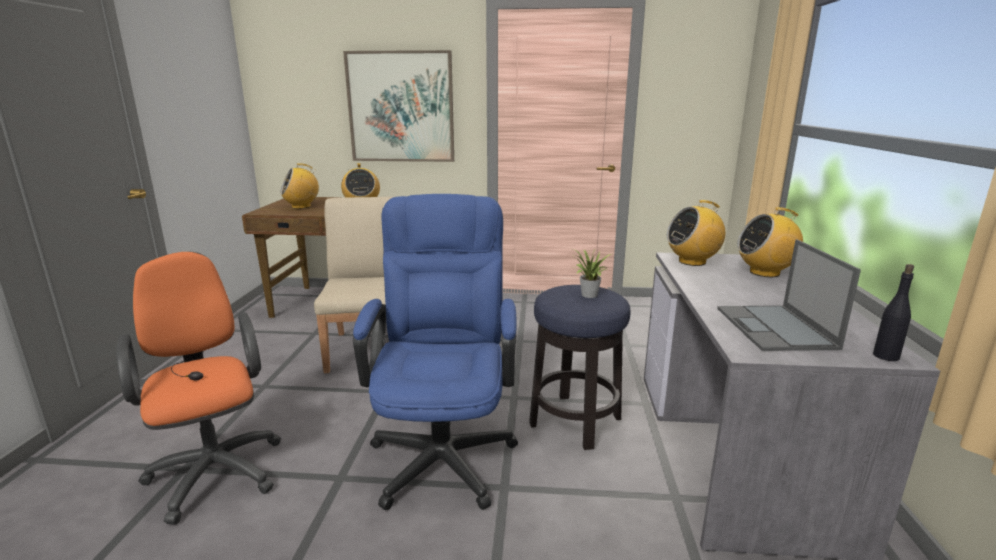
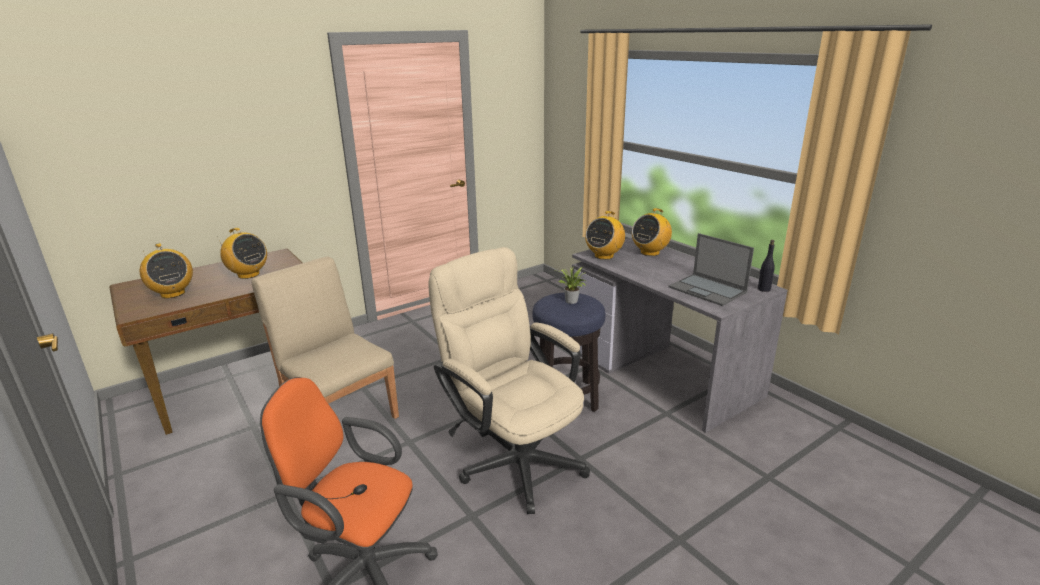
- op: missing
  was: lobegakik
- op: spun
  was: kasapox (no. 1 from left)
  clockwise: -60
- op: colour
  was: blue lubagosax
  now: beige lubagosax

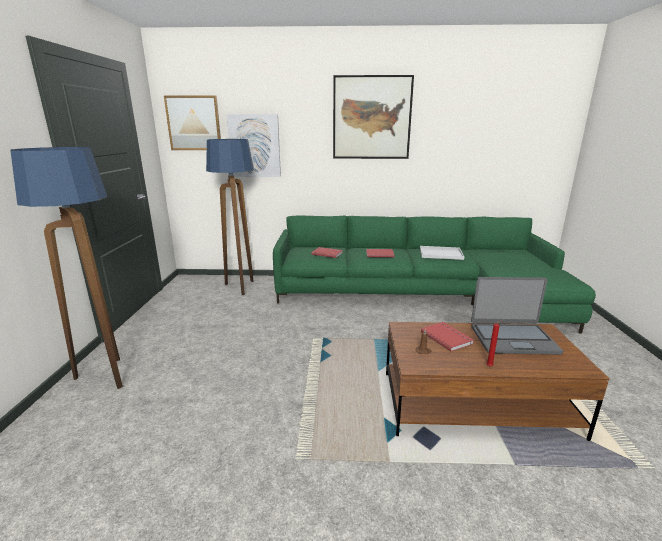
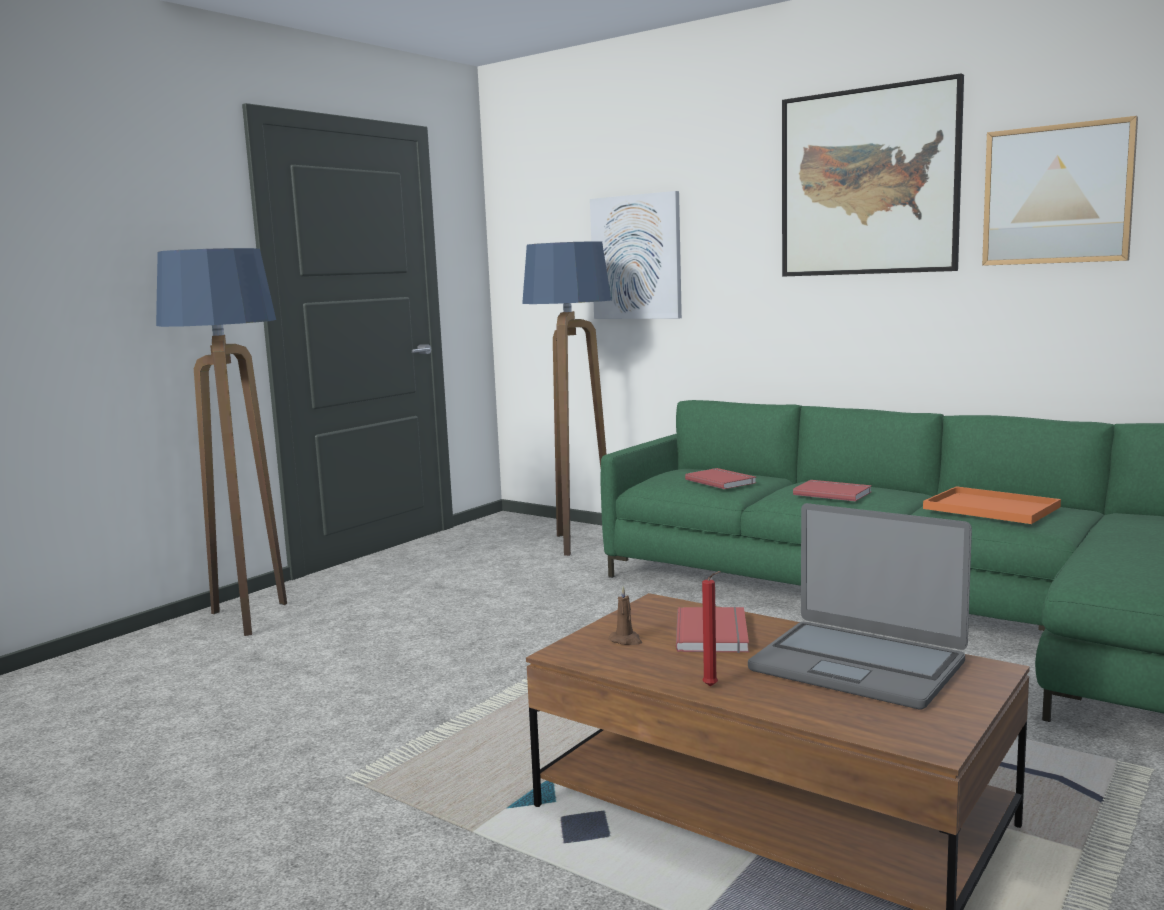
- op: relocated
  was: lobegakik (no. 1 from left in the first image)
  now: lobegakik (no. 3 from left)
- op: colour
  was: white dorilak
  now: orange dorilak

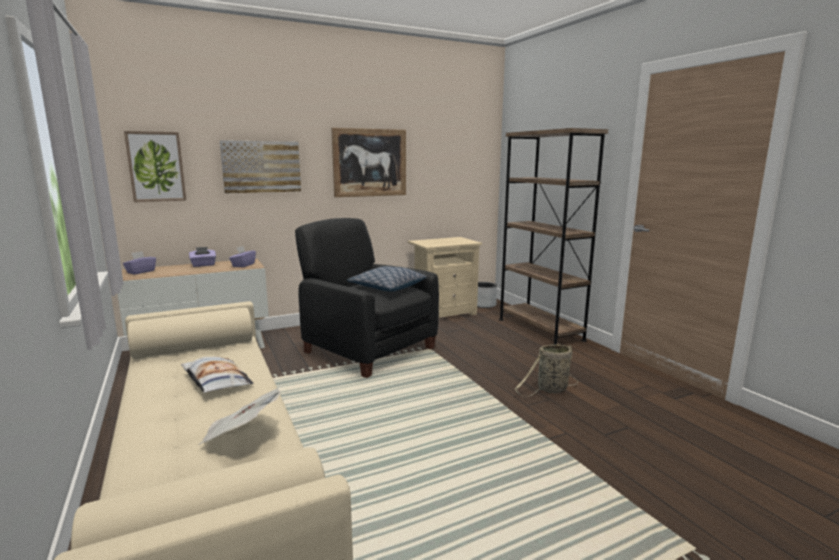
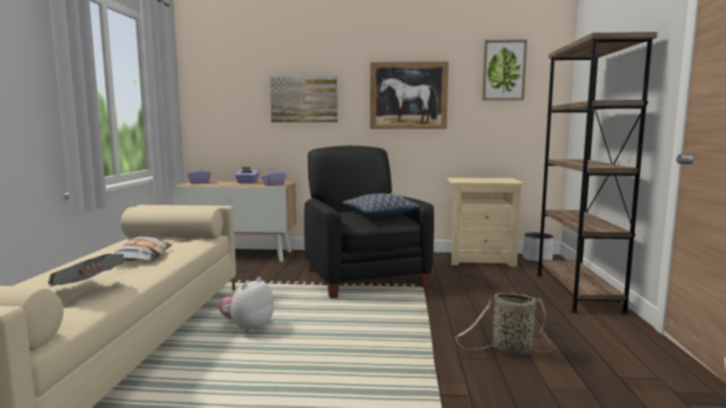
- op: relocated
  was: lobegakik (no. 1 from left in the first image)
  now: lobegakik (no. 3 from left)
- op: appeared
  now: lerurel

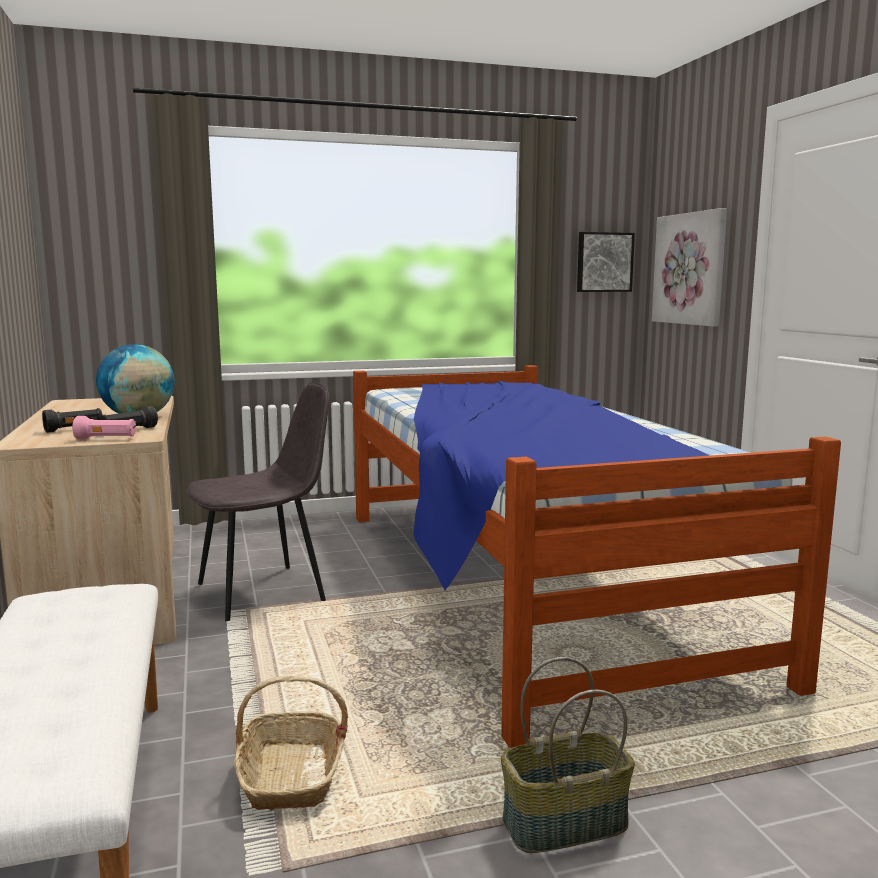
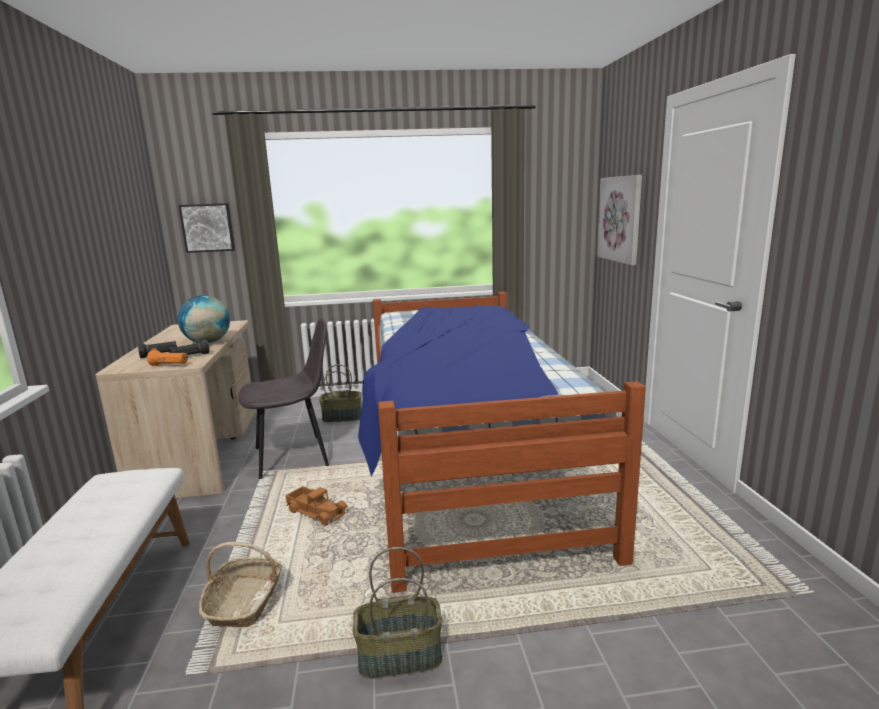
- op: relocated
  was: lobegakik (no. 1 from left)
- op: colour
  was: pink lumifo
  now: orange lumifo
- op: appeared
  now: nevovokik (no. 2 from left)
- op: appeared
  now: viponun

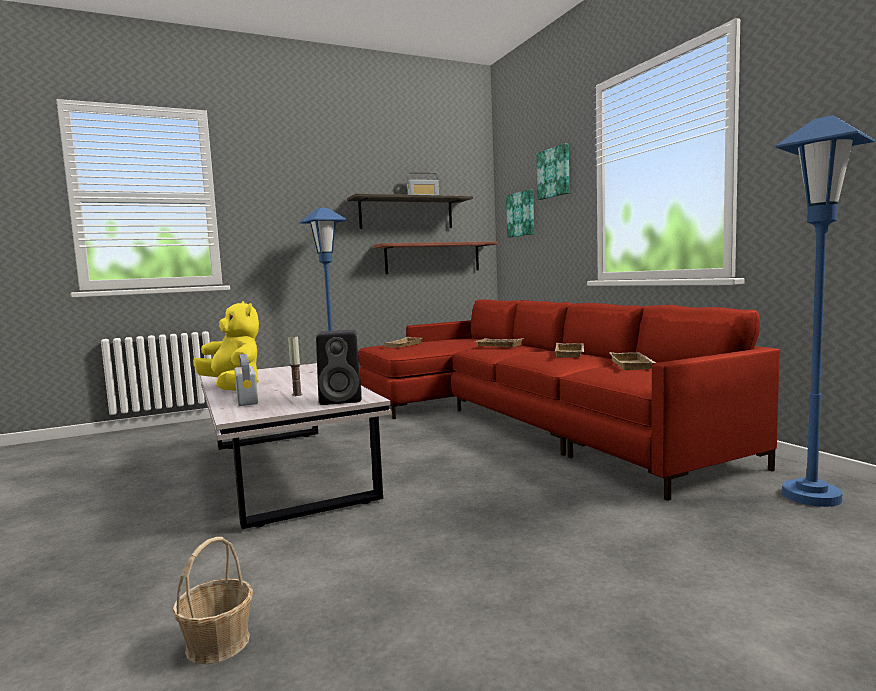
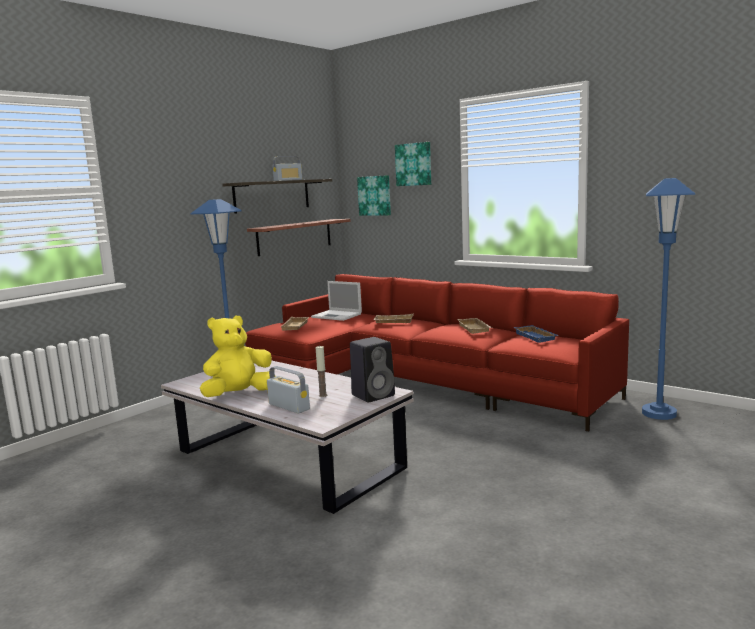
- op: spun
  was: yellow lerurel
  clockwise: -60
- op: colour
  was: beige dorilak (no. 4 from left)
  now: blue dorilak
- op: missing
  was: nevovokik
- op: appeared
  now: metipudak

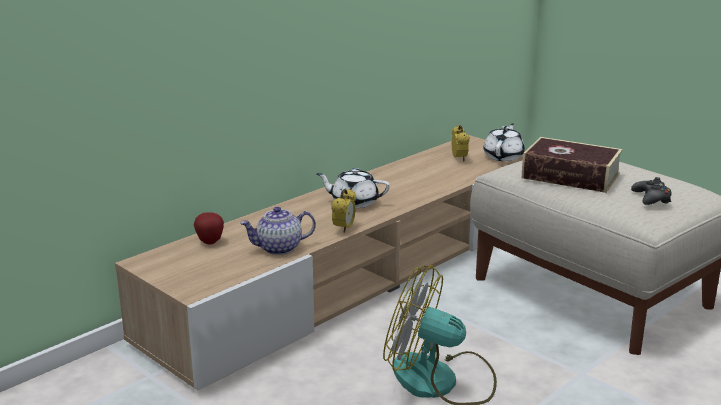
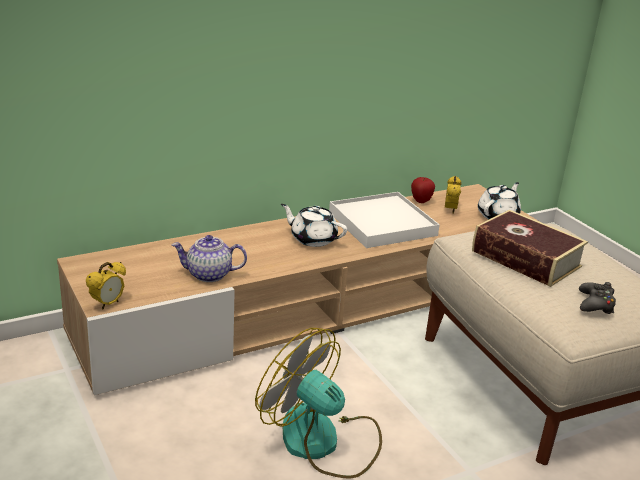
- op: relocated
  was: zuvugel (no. 1 from left)
- op: relocated
  was: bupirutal
- op: appeared
  now: white dorilak

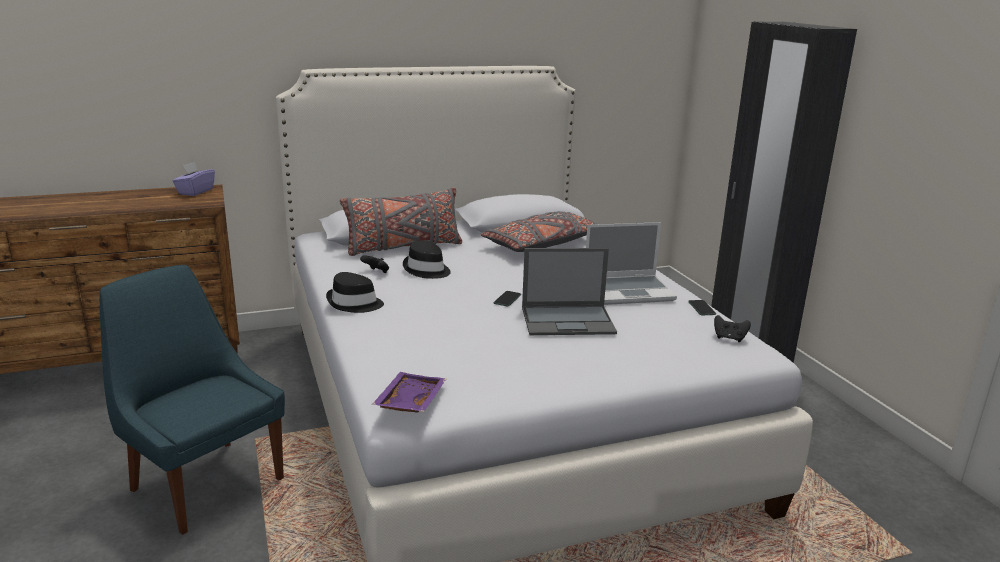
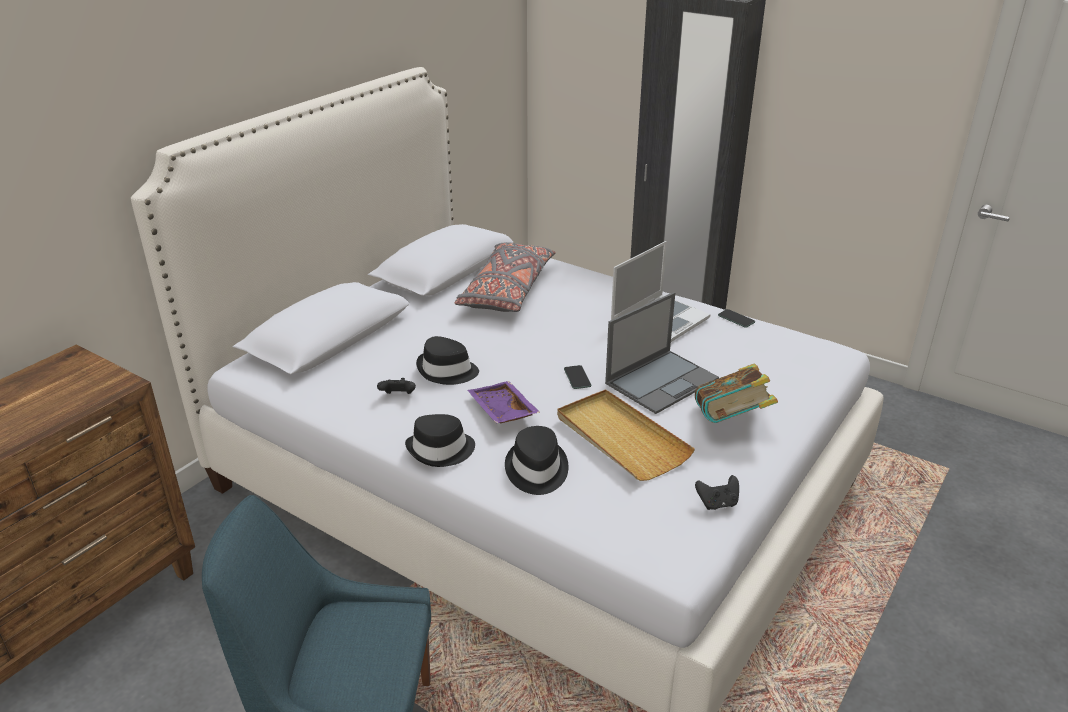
- op: missing
  was: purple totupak
- op: missing
  was: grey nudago (no. 1 from left)
- op: relocated
  was: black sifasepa (no. 2 from left)
- op: relocated
  was: purple dorilak
- op: appeared
  now: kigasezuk
- op: appeared
  now: beige dorilak
- op: appeared
  now: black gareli (no. 3 from left)

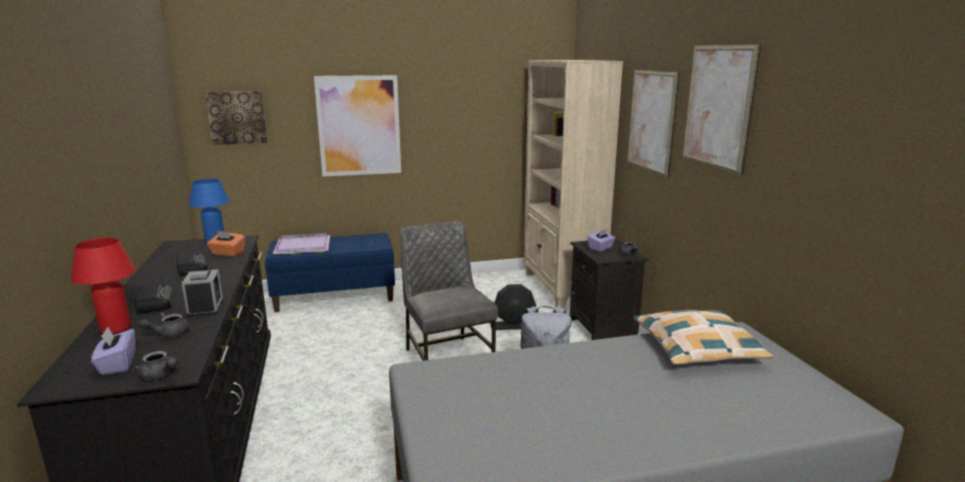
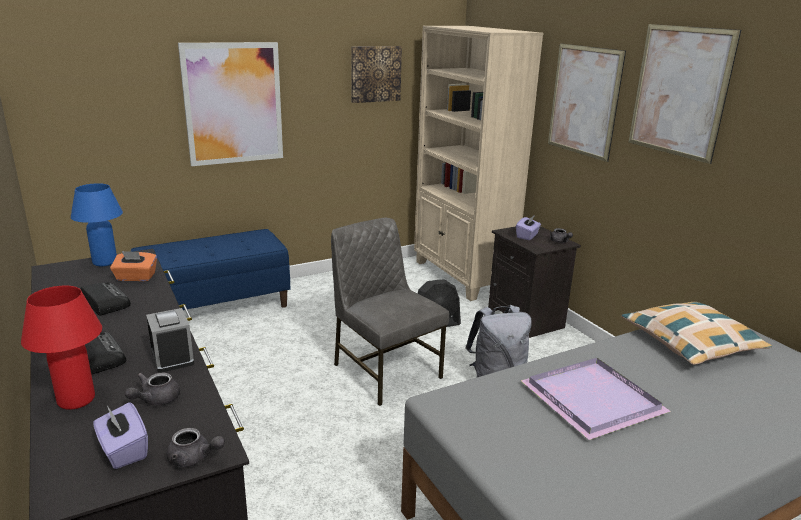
- op: relocated
  was: lobegakik (no. 1 from left in the first image)
  now: lobegakik (no. 2 from left)
- op: relocated
  was: purple dorilak

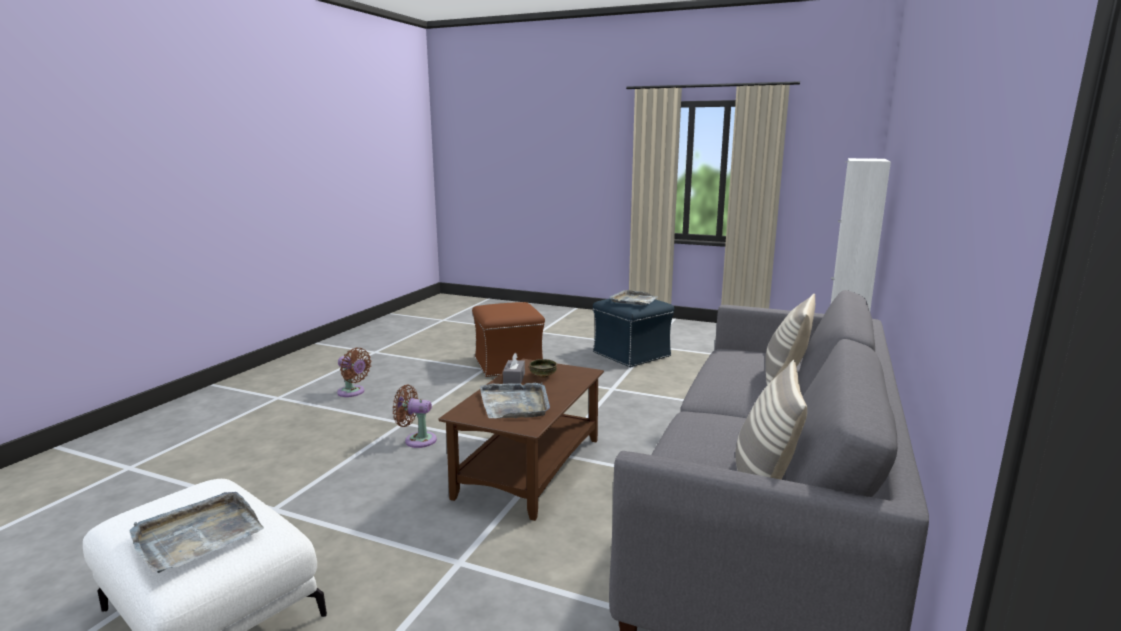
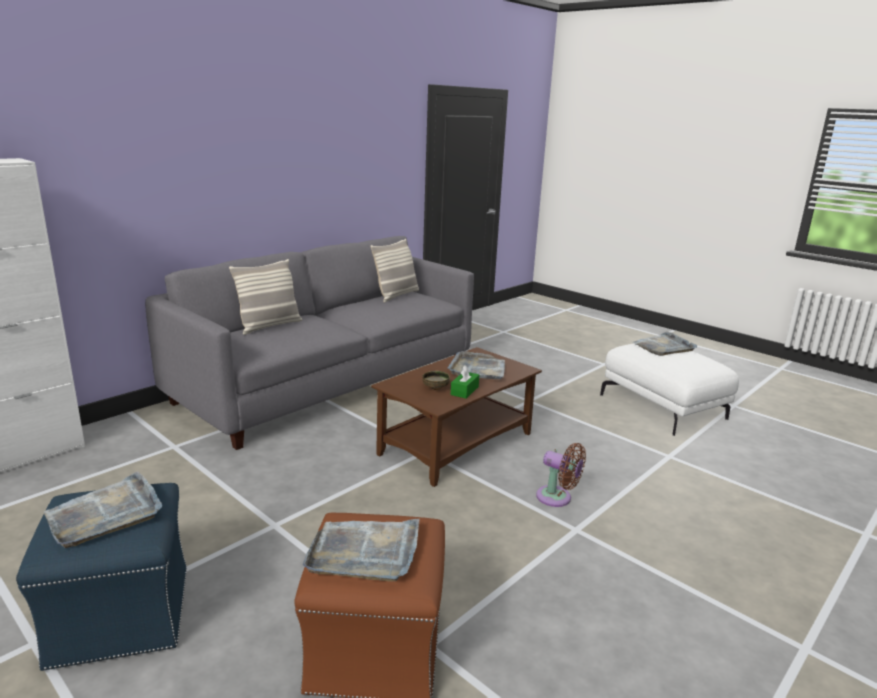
- op: missing
  was: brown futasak (no. 1 from left)
- op: colour
  was: grey totupak
  now: green totupak
- op: appeared
  now: grey dorilak (no. 2 from left)

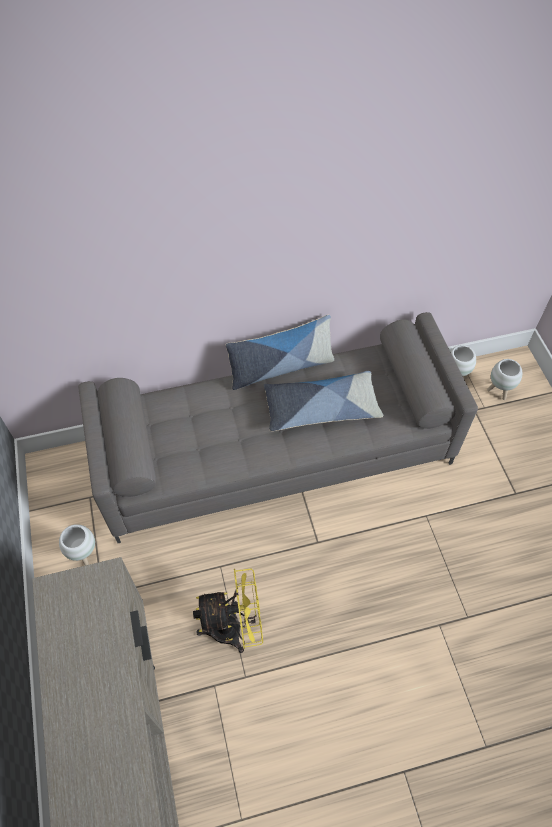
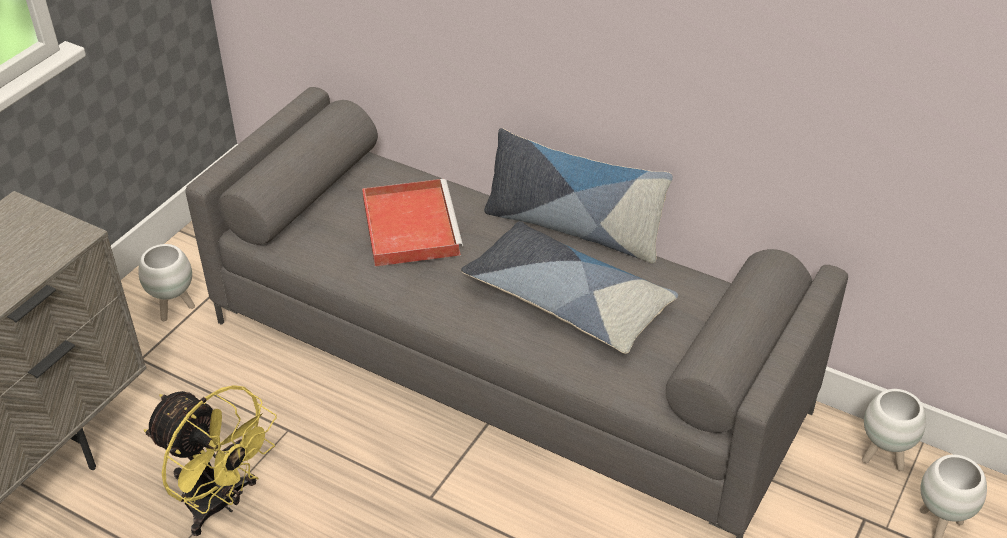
- op: appeared
  now: red dorilak

